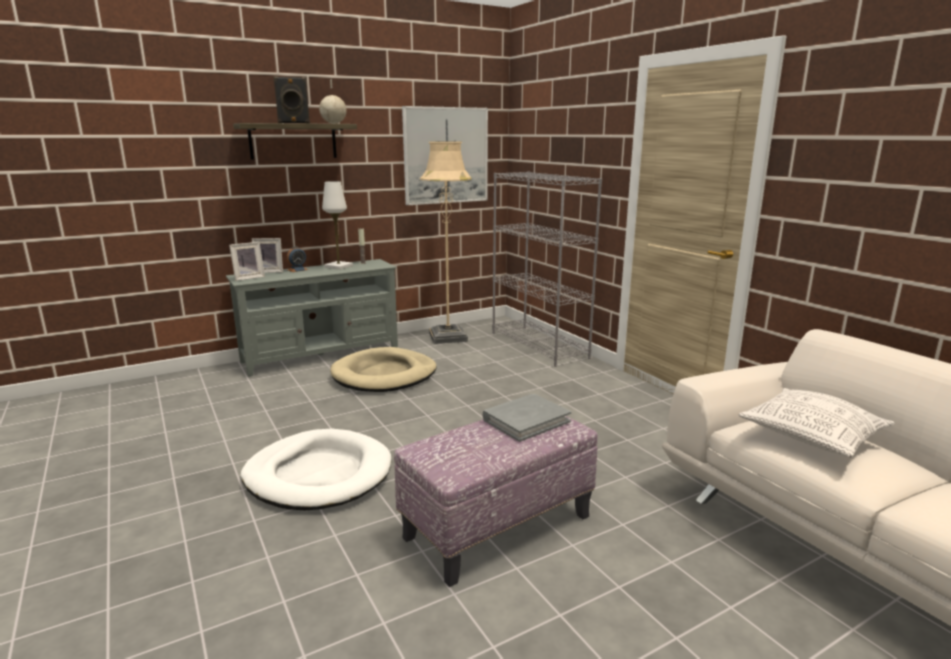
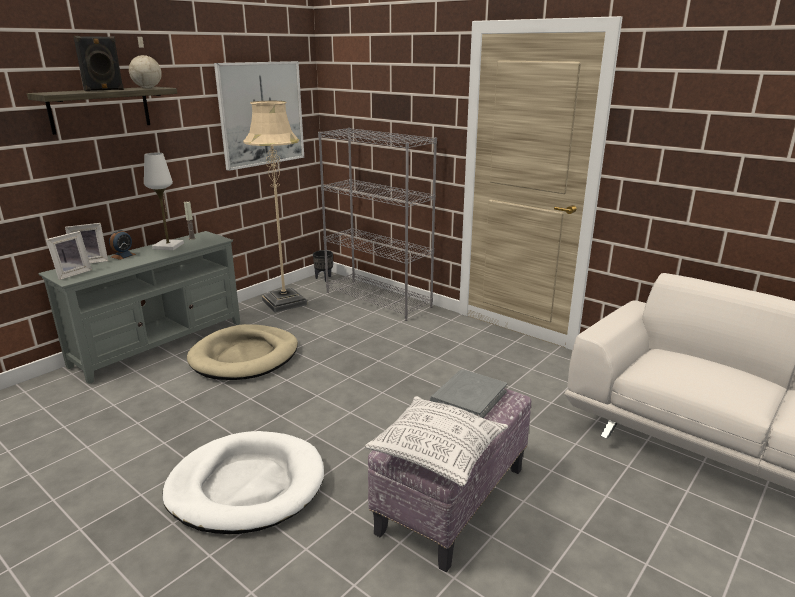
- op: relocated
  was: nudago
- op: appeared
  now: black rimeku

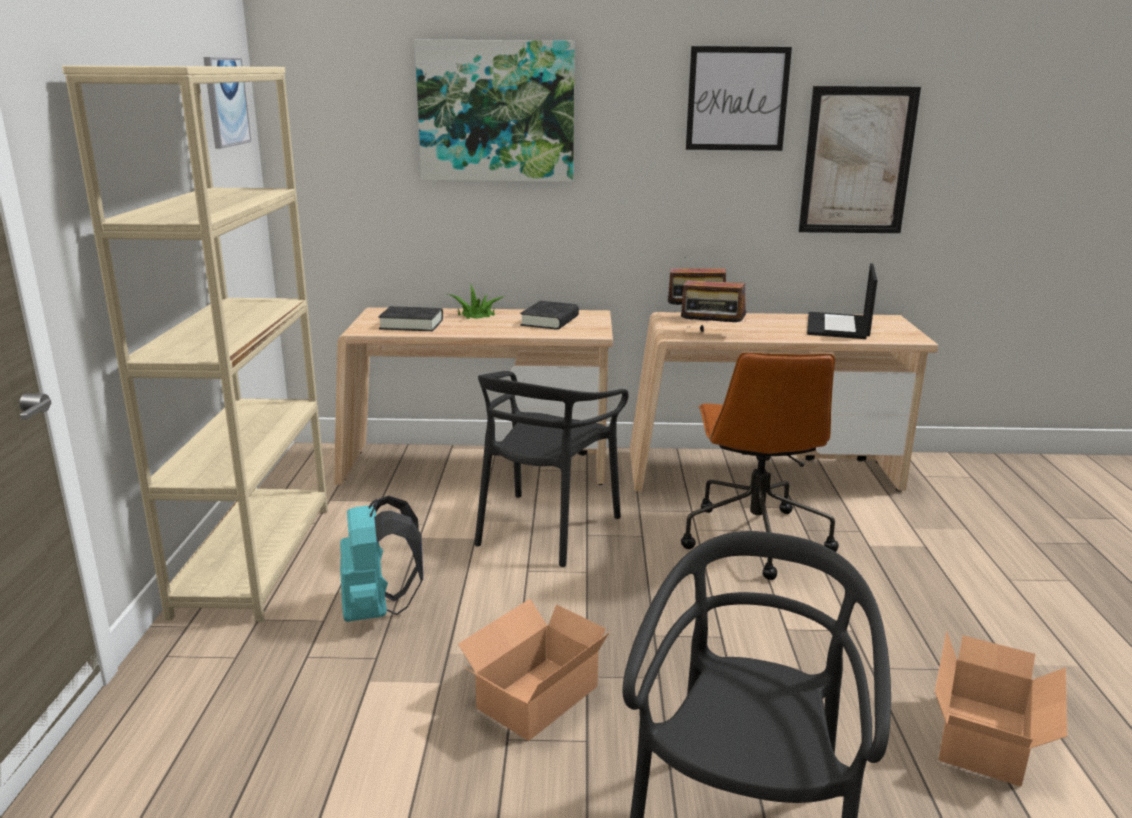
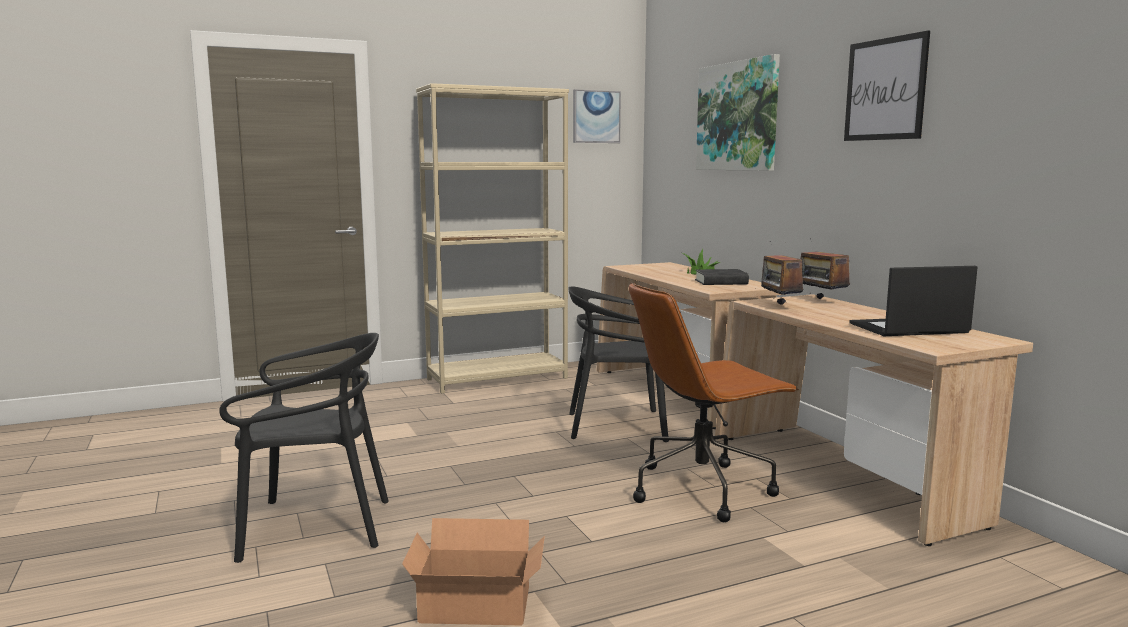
- op: missing
  was: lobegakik (no. 4 from left)
- op: missing
  was: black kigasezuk (no. 1 from left)
- op: missing
  was: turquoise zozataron
- op: missing
  was: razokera (no. 1 from left)

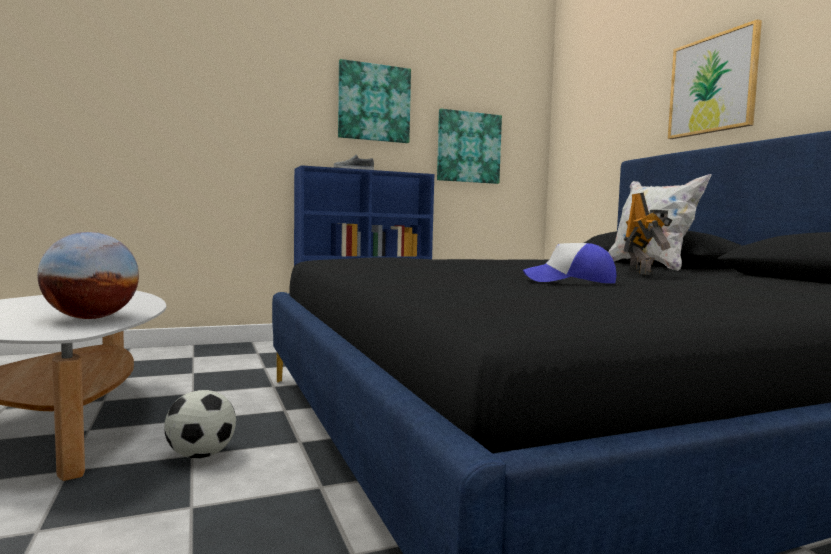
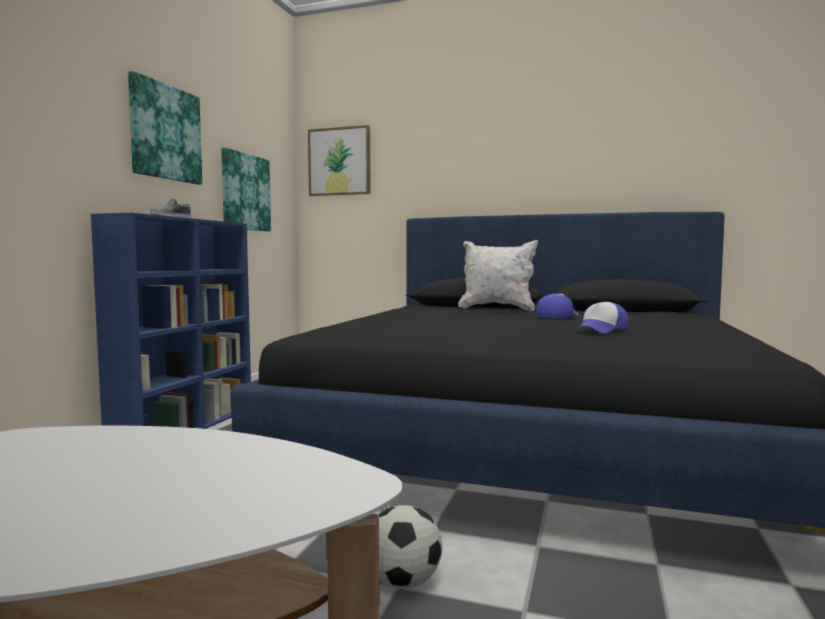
- op: relocated
  was: lobegakik (no. 3 from left)
- op: exchanged
  was: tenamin
  now: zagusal (no. 1 from left)
- op: missing
  was: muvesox

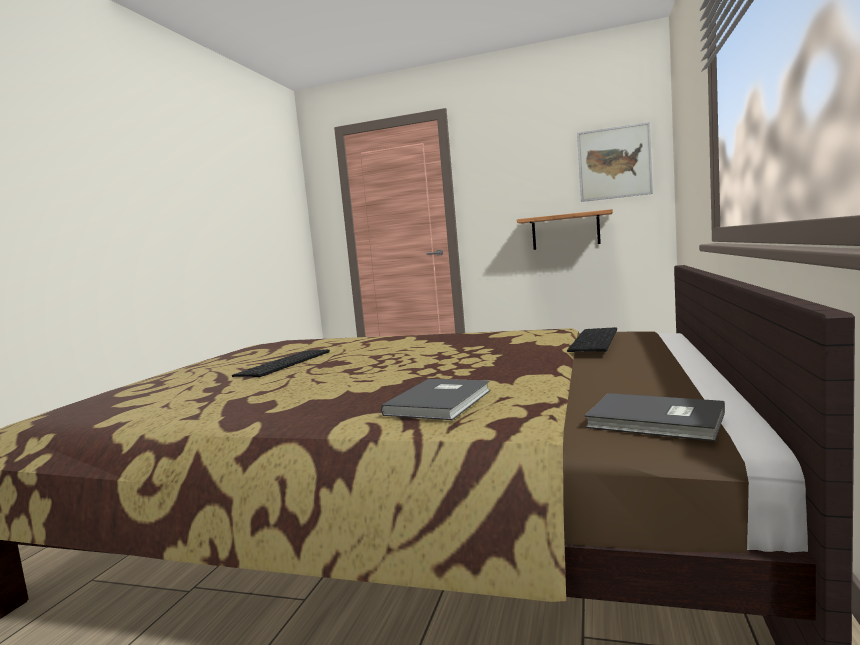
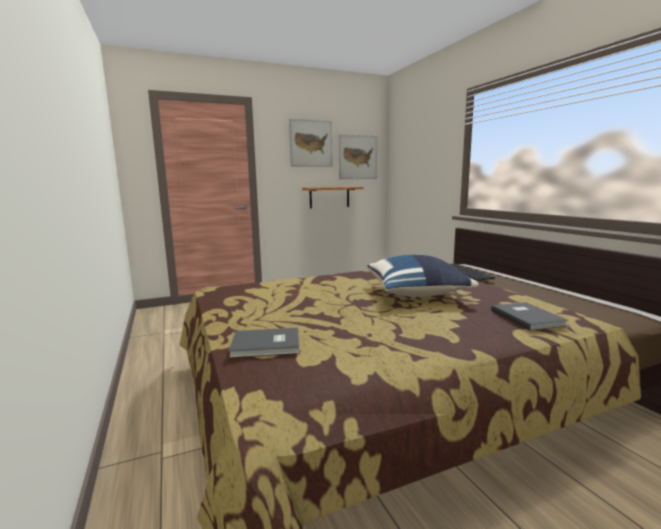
- op: missing
  was: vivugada (no. 1 from left)
- op: relocated
  was: grey kigasezuk (no. 2 from left in the first image)
  now: grey kigasezuk (no. 1 from left)
- op: appeared
  now: lobegakik (no. 1 from left)
- op: appeared
  now: blue nudago

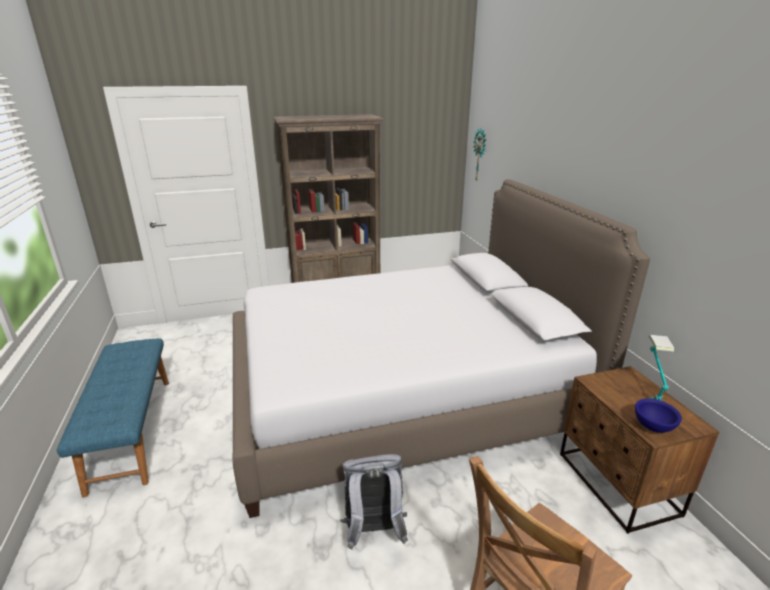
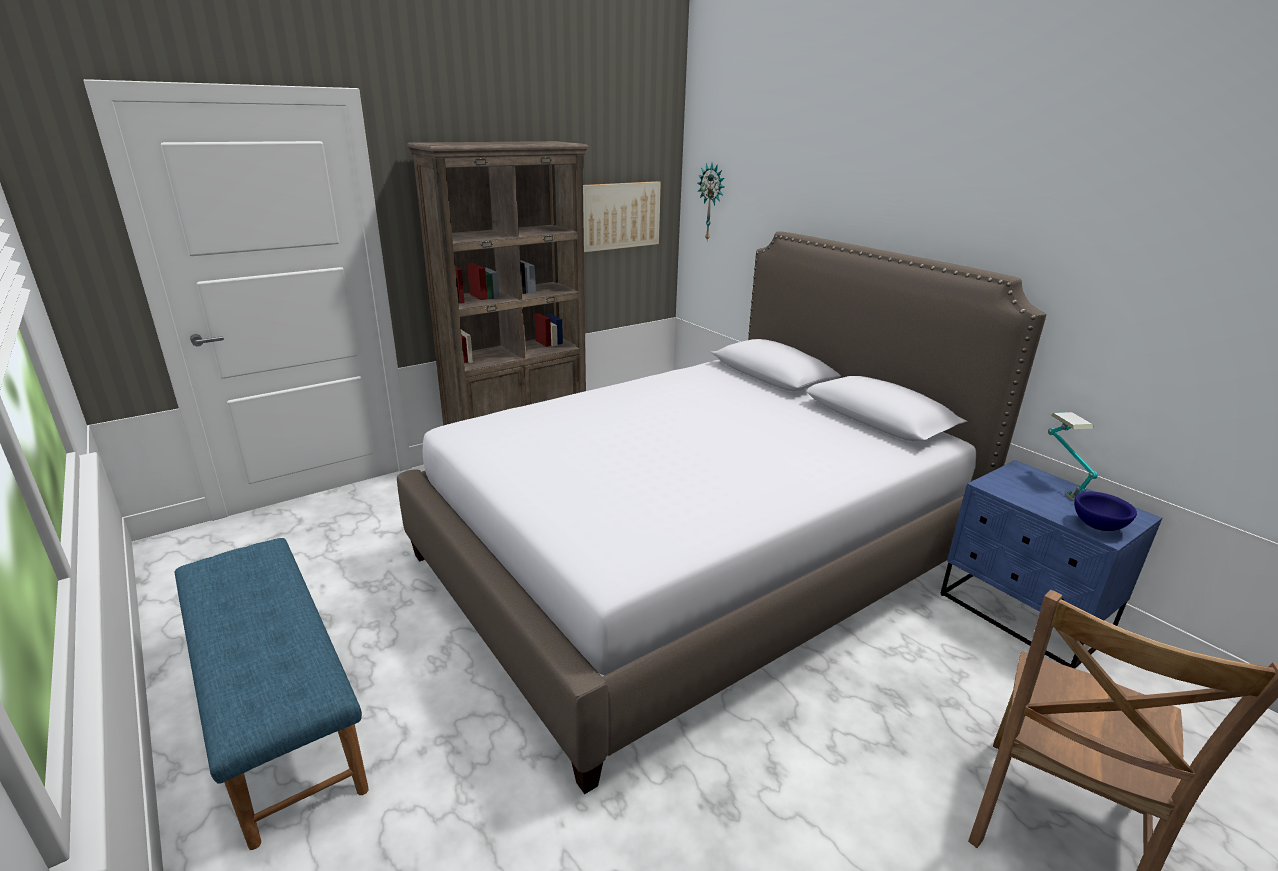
- op: colour
  was: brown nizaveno
  now: blue nizaveno
- op: missing
  was: grey zozataron
- op: appeared
  now: lobegakik

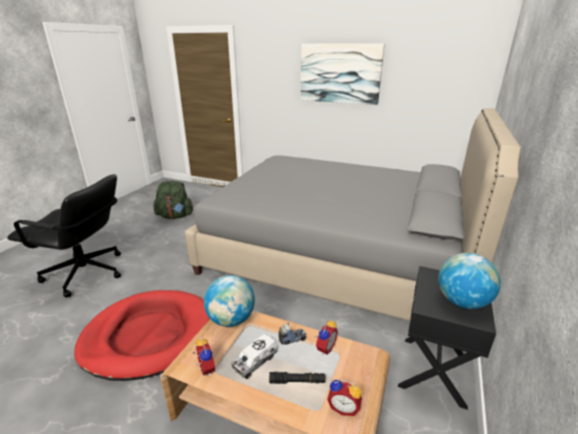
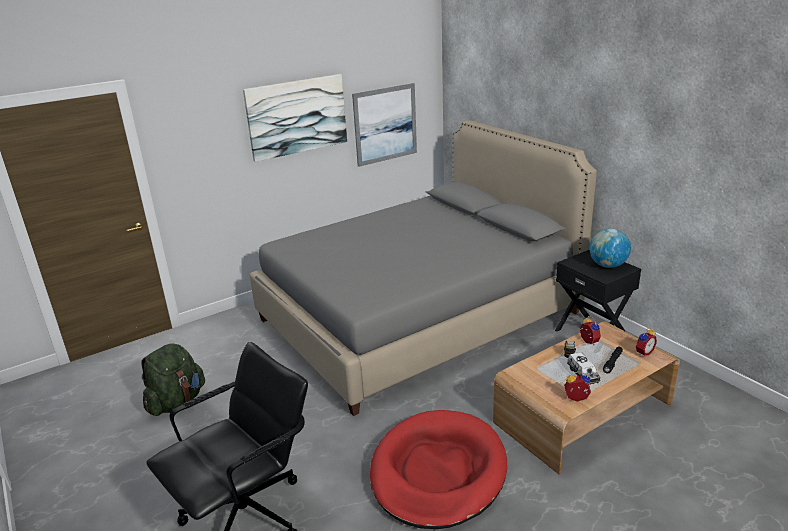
- op: missing
  was: muvesox (no. 1 from left)
- op: appeared
  now: lobegakik (no. 2 from left)

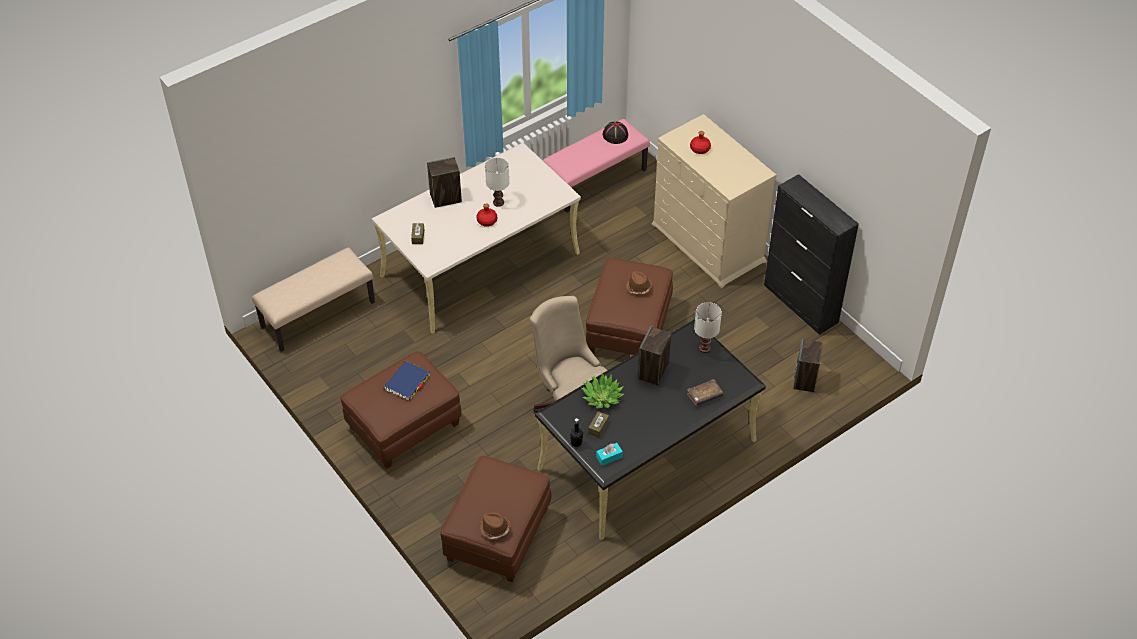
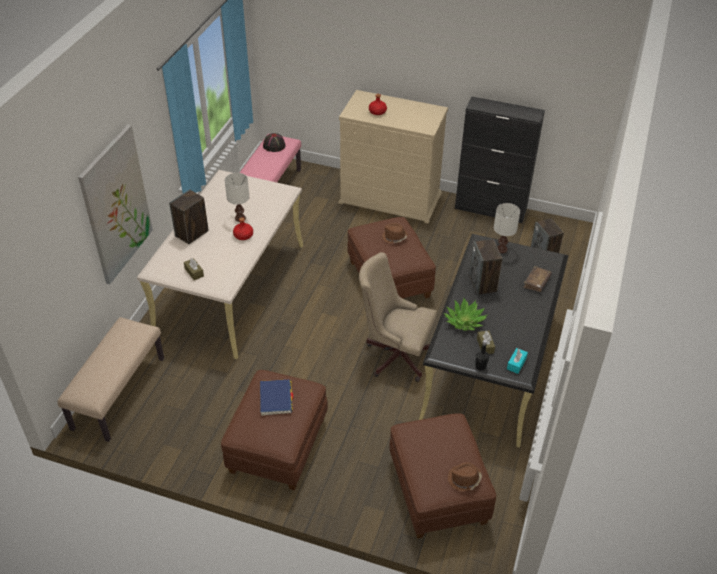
- op: appeared
  now: lobegakik

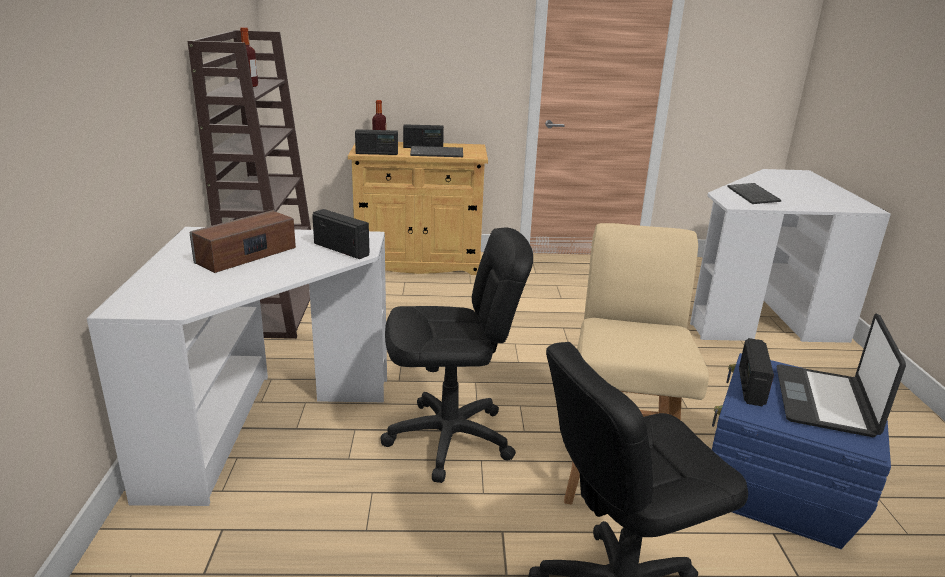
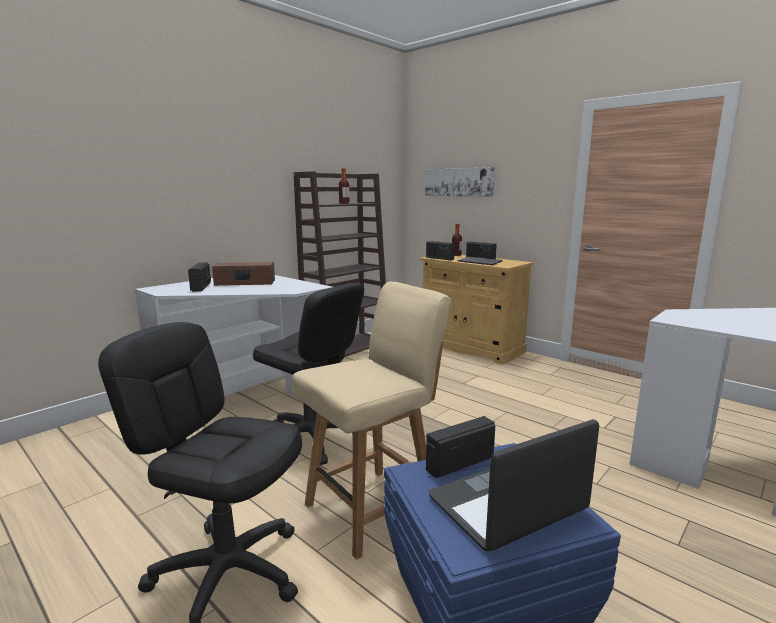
- op: missing
  was: vivugada (no. 2 from left)
- op: relocated
  was: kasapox (no. 1 from left)
- op: appeared
  now: lobegakik

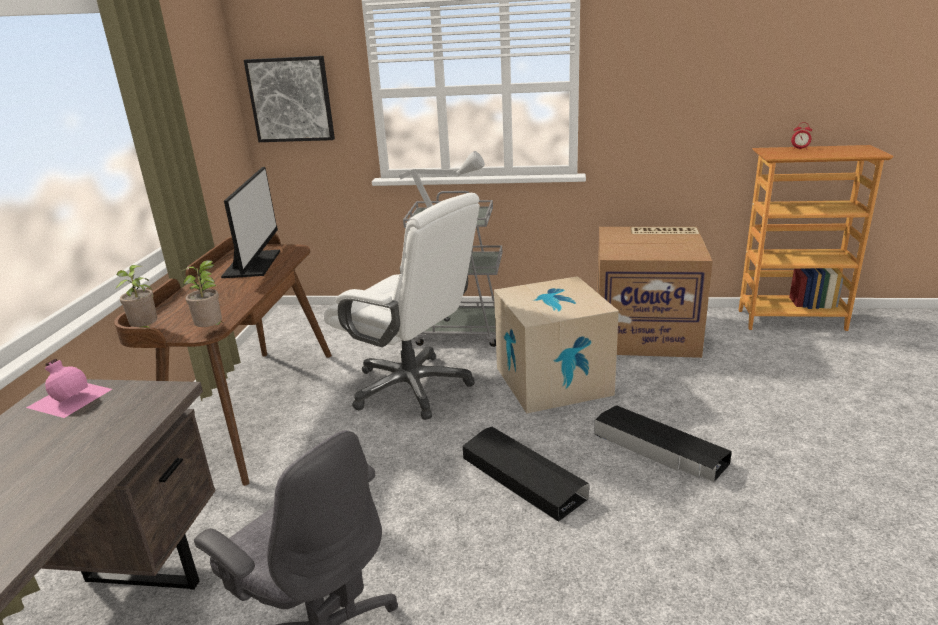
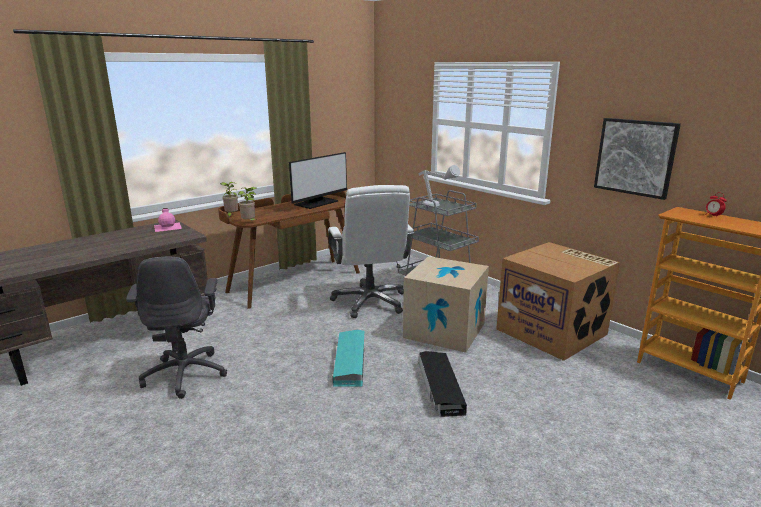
- op: relocated
  was: lobegakik
- op: colour
  was: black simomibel (no. 1 from left)
  now: turquoise simomibel

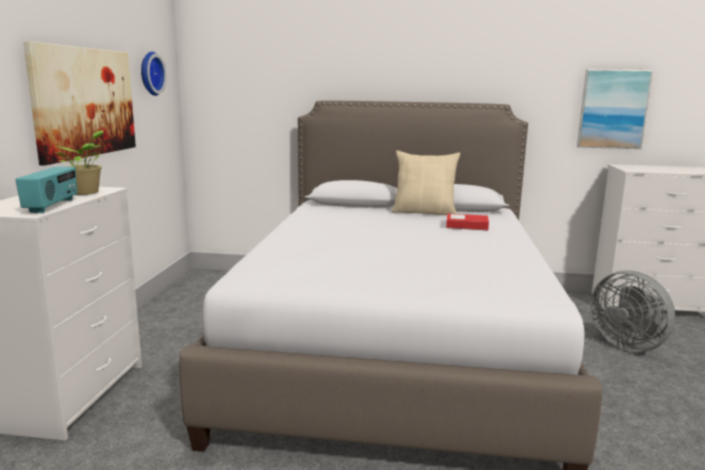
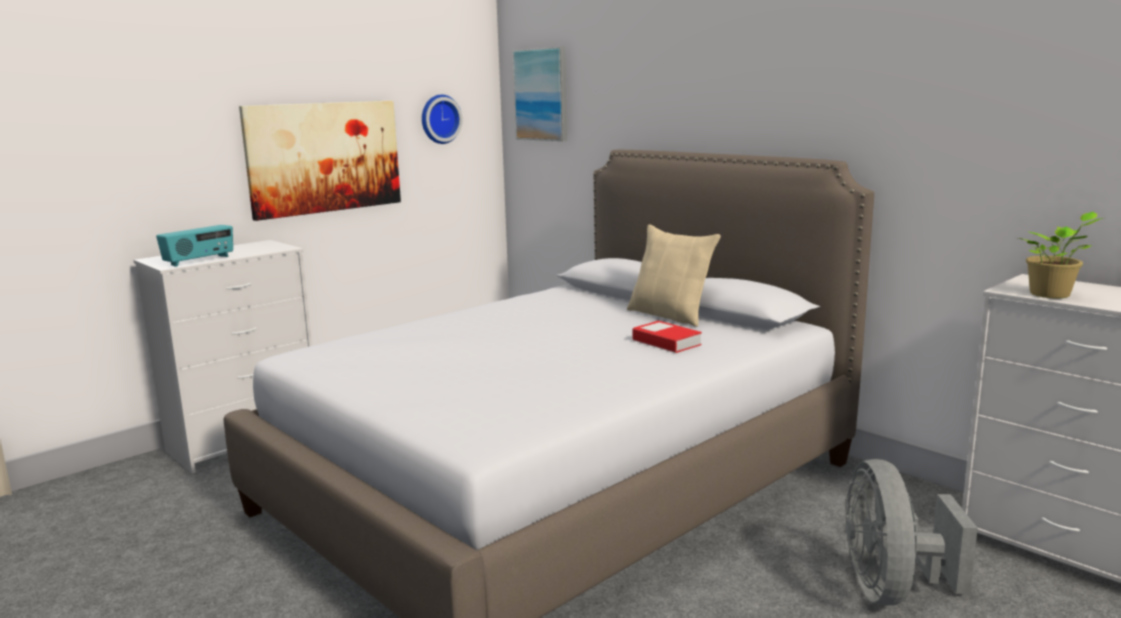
- op: relocated
  was: lobegakik (no. 2 from left)
- op: relocated
  was: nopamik

